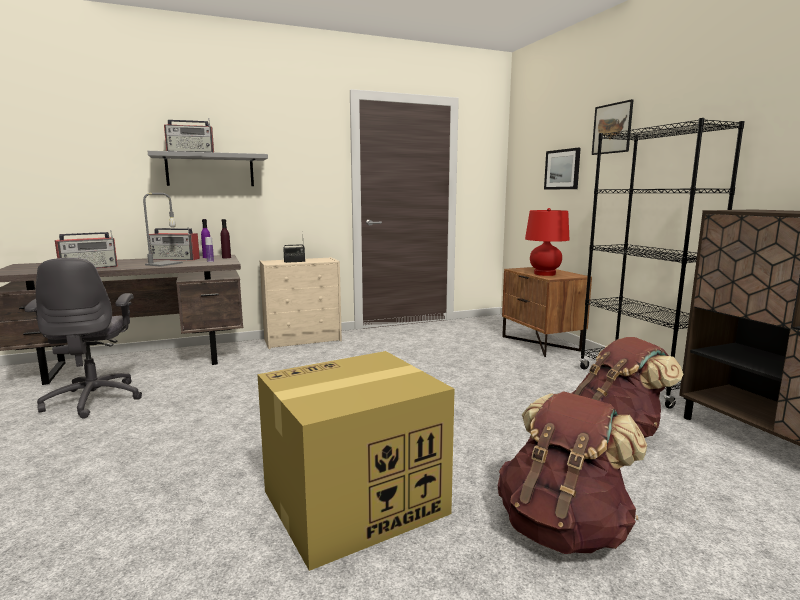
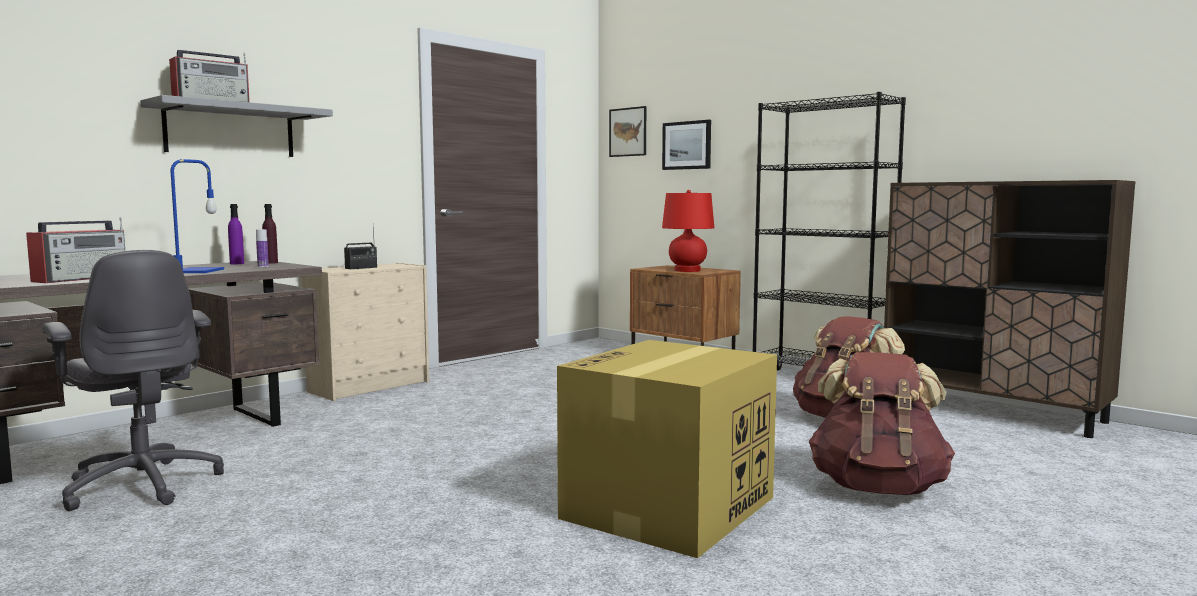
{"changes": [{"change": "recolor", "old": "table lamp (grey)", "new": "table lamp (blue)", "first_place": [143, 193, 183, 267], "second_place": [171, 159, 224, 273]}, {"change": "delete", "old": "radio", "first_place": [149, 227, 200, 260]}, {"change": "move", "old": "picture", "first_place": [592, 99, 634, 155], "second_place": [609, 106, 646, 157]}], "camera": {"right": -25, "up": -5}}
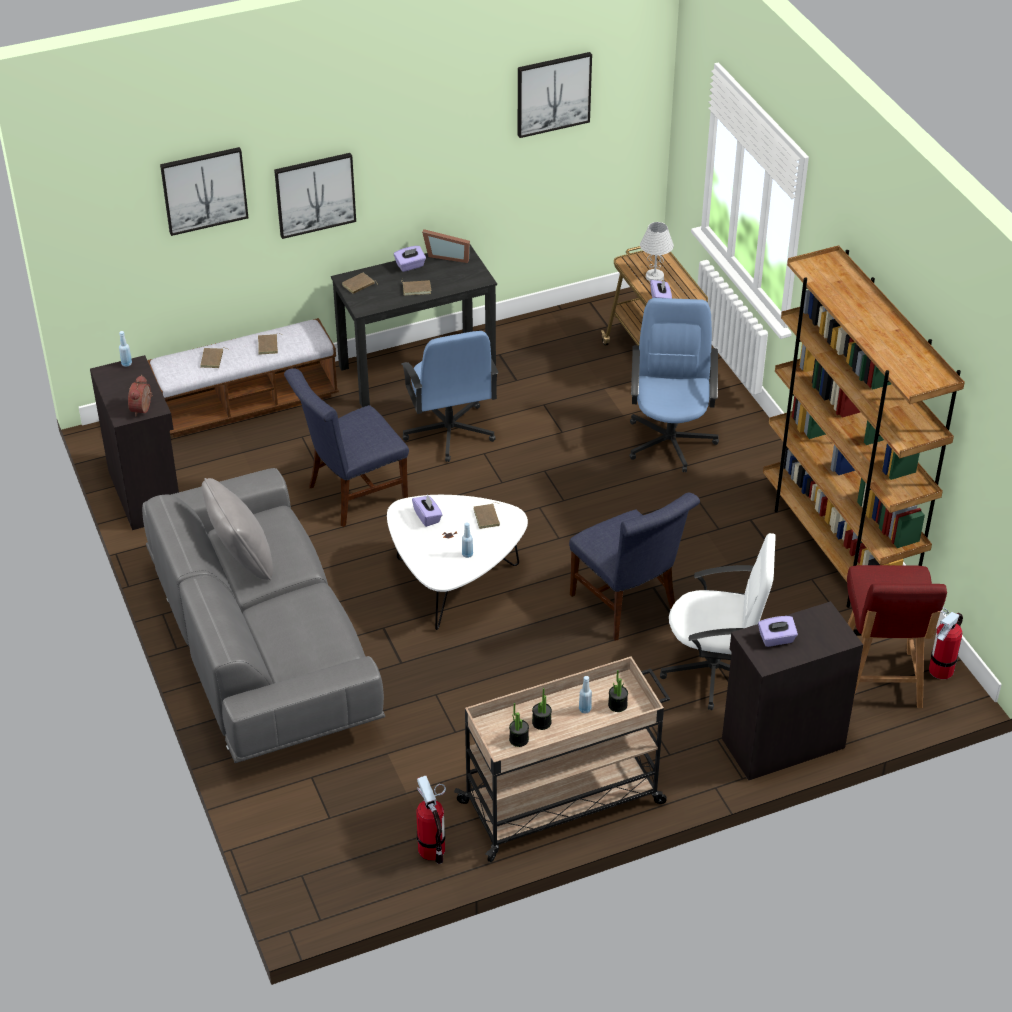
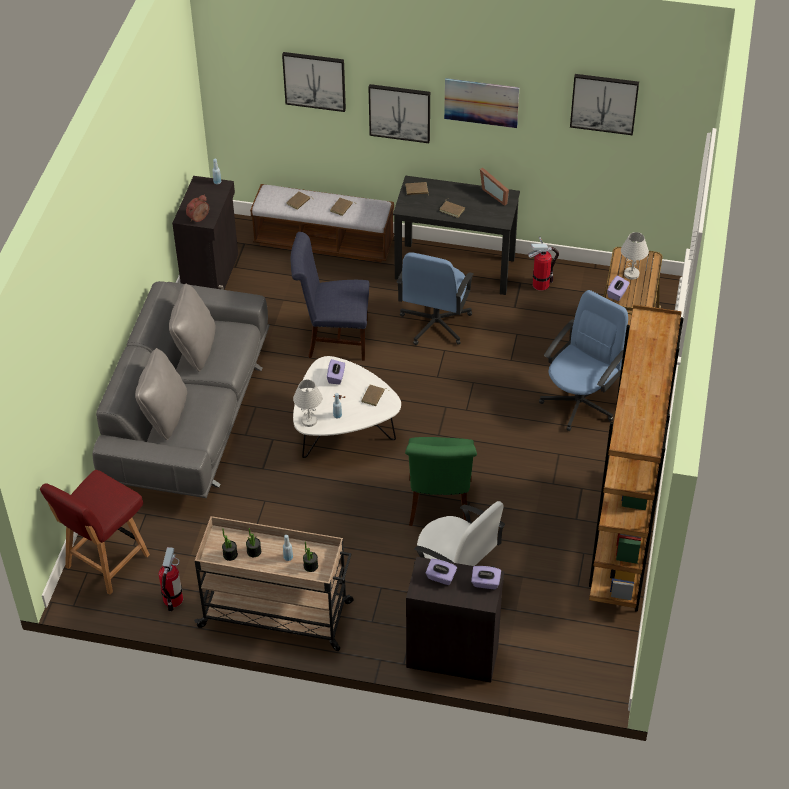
{"changes": [{"change": "move", "old": "tissue box (purple)", "first_place": [394, 246, 426, 272], "second_place": [471, 566, 501, 589]}, {"change": "recolor", "old": "chair (blue)", "new": "chair (green)", "first_place": [569, 493, 700, 641], "second_place": [405, 437, 477, 526]}, {"change": "move", "old": "chair (red)", "first_place": [847, 565, 947, 708], "second_place": [40, 470, 150, 595]}, {"change": "move", "old": "fire extinguisher", "first_place": [929, 607, 963, 679], "second_place": [528, 237, 559, 291]}, {"change": "insert", "new": "pillow (grey)", "second_place": [135, 348, 187, 440]}, {"change": "insert", "new": "table lamp (white)", "second_place": [293, 380, 323, 427]}, {"change": "insert", "new": "picture", "second_place": [444, 78, 520, 128]}], "camera": {"right": 35, "up": 5}}
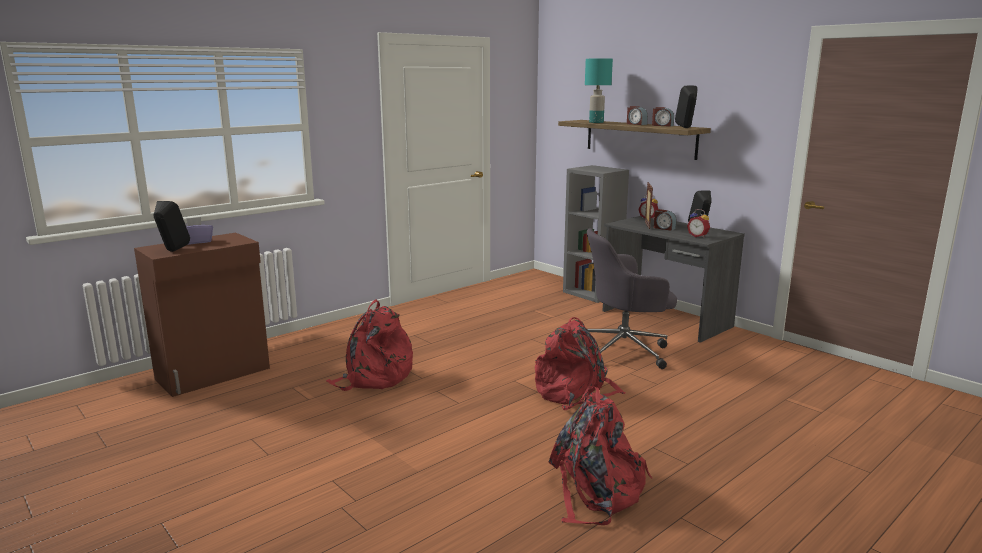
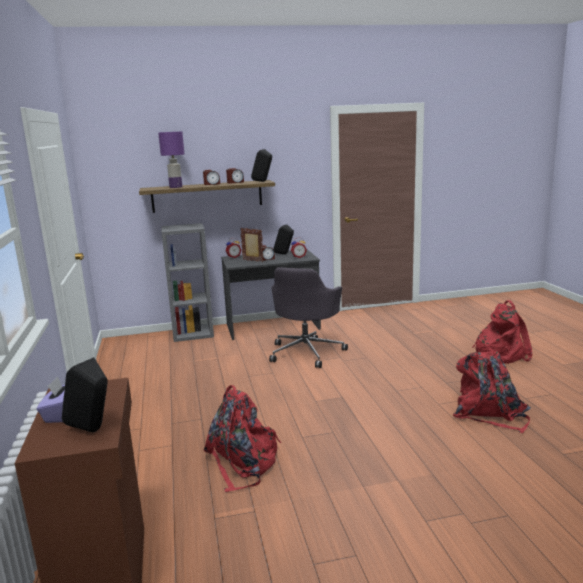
{"changes": [{"change": "move", "old": "backpack (red)", "first_place": [535, 317, 625, 410], "second_place": [473, 300, 533, 364]}, {"change": "recolor", "old": "table lamp (turquoise)", "new": "table lamp (purple)", "first_place": [585, 58, 613, 123], "second_place": [158, 131, 184, 188]}], "camera": {"right": -60, "up": 0}}
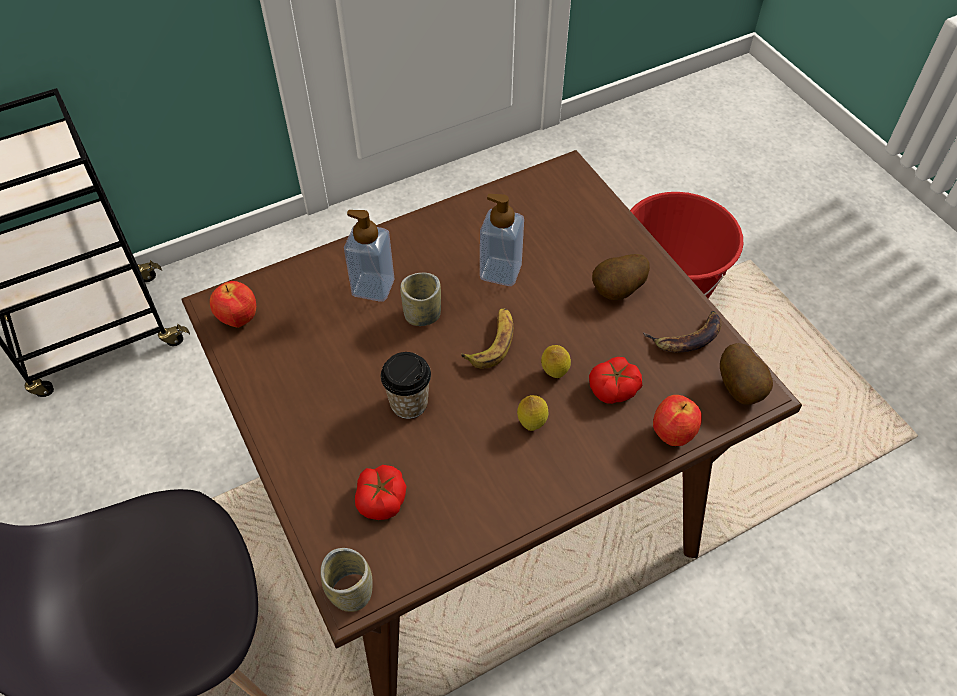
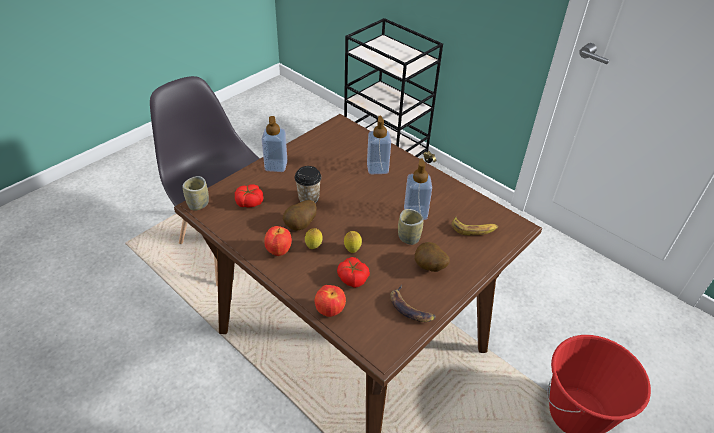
{"changes": [{"change": "move", "old": "apple", "first_place": [210, 281, 256, 328], "second_place": [264, 226, 292, 256]}, {"change": "move", "old": "cup", "first_place": [400, 273, 441, 326], "second_place": [398, 209, 423, 245]}, {"change": "move", "old": "banana", "first_place": [461, 308, 513, 369], "second_place": [452, 216, 498, 235]}, {"change": "move", "old": "potato", "first_place": [720, 343, 773, 405], "second_place": [283, 200, 316, 231]}, {"change": "insert", "new": "soap dispenser", "second_place": [261, 116, 287, 172]}], "camera": {"right": 70, "up": -10}}
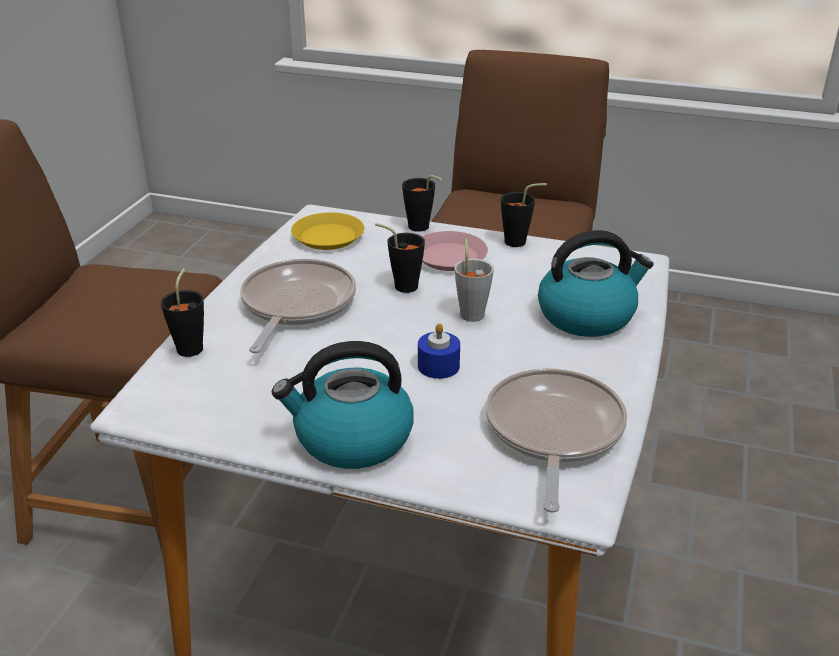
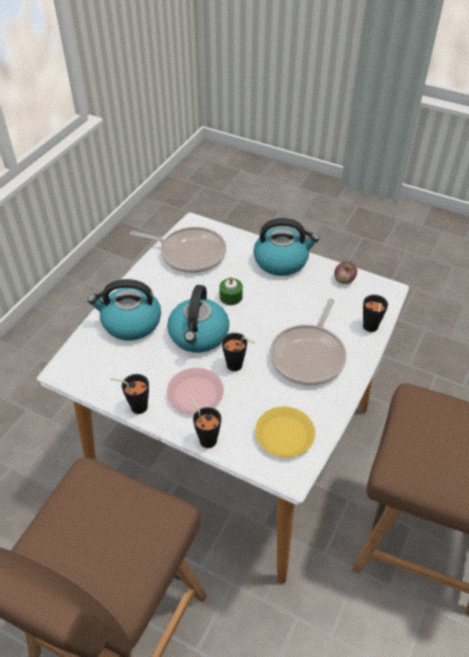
{"changes": [{"change": "recolor", "old": "candle (blue)", "new": "candle (green)", "first_place": [418, 323, 460, 379], "second_place": [219, 277, 243, 305]}, {"change": "replace", "old": "cup (grey)", "new": "kettle", "first_place": [454, 239, 494, 322], "second_place": [167, 285, 229, 353]}, {"change": "rotate", "old": "frying pan", "first_place": [486, 368, 627, 513], "second_place": [130, 227, 226, 273], "degrees": -90}, {"change": "insert", "new": "apple", "second_place": [334, 261, 357, 284]}], "camera": {"right": -170, "up": 15}}
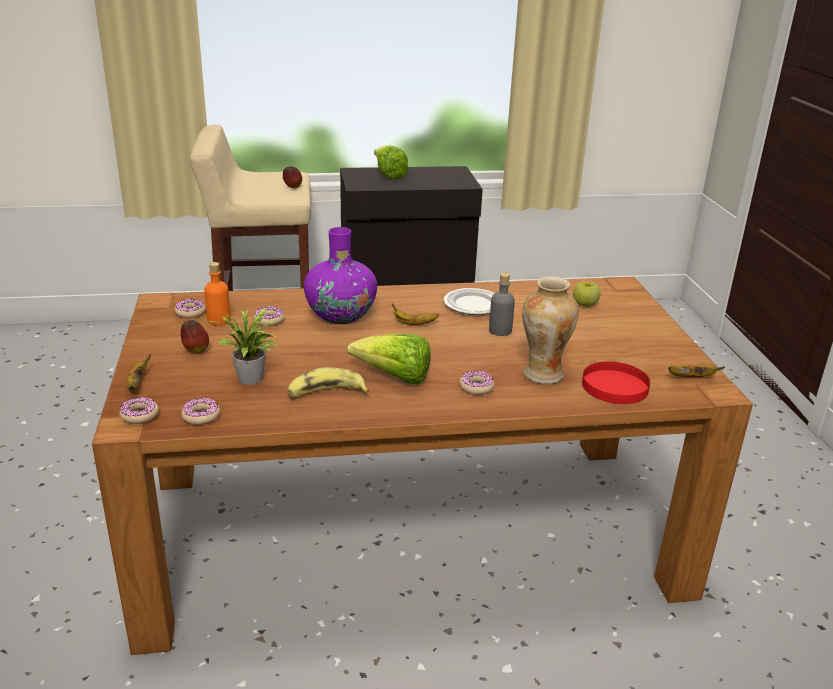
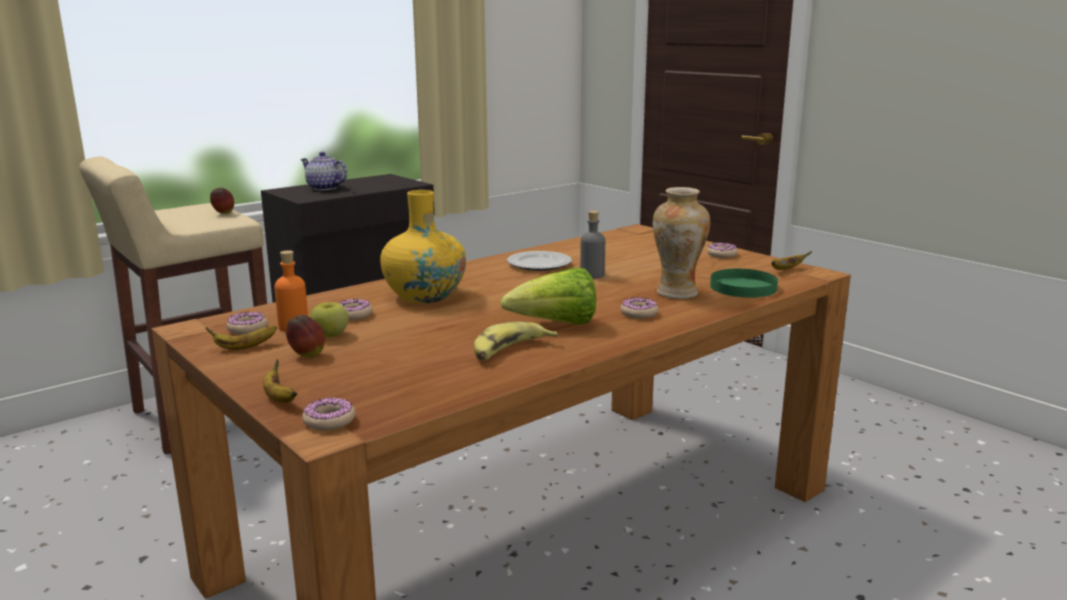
{"changes": [{"change": "move", "old": "donut", "first_place": [181, 397, 220, 425], "second_place": [707, 243, 738, 258]}, {"change": "delete", "old": "potted plant", "first_place": [206, 307, 277, 385]}, {"change": "recolor", "old": "vase (purple)", "new": "vase (yellow)", "first_place": [304, 227, 377, 324], "second_place": [380, 190, 466, 303]}, {"change": "replace", "old": "lettuce", "new": "teapot", "first_place": [374, 145, 408, 180], "second_place": [300, 152, 347, 190]}, {"change": "move", "old": "banana", "first_place": [392, 303, 439, 325], "second_place": [205, 326, 277, 350]}, {"change": "move", "old": "apple", "first_place": [573, 281, 601, 307], "second_place": [310, 302, 349, 337]}, {"change": "recolor", "old": "plate (red)", "new": "plate (green)", "first_place": [582, 362, 650, 404], "second_place": [710, 269, 778, 298]}], "camera": {"right": -30, "up": -10}}
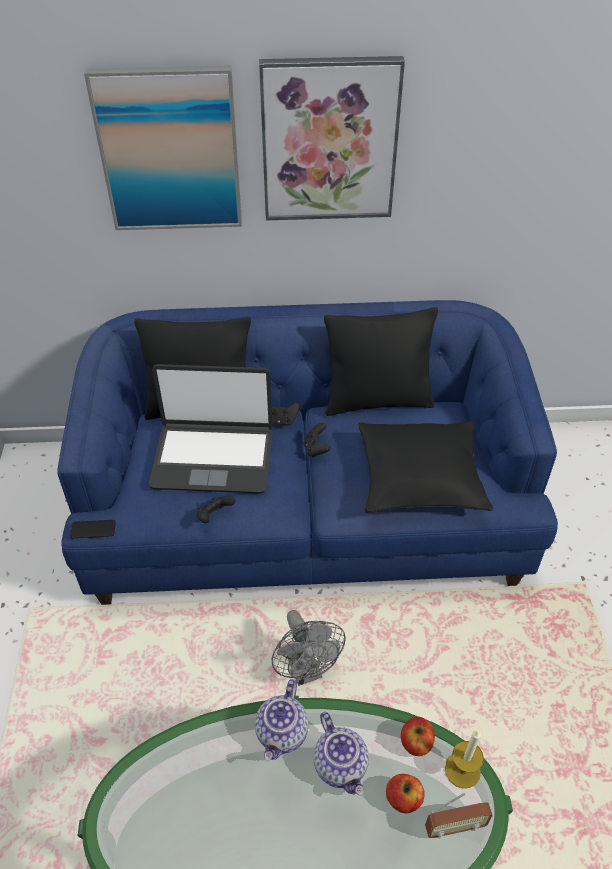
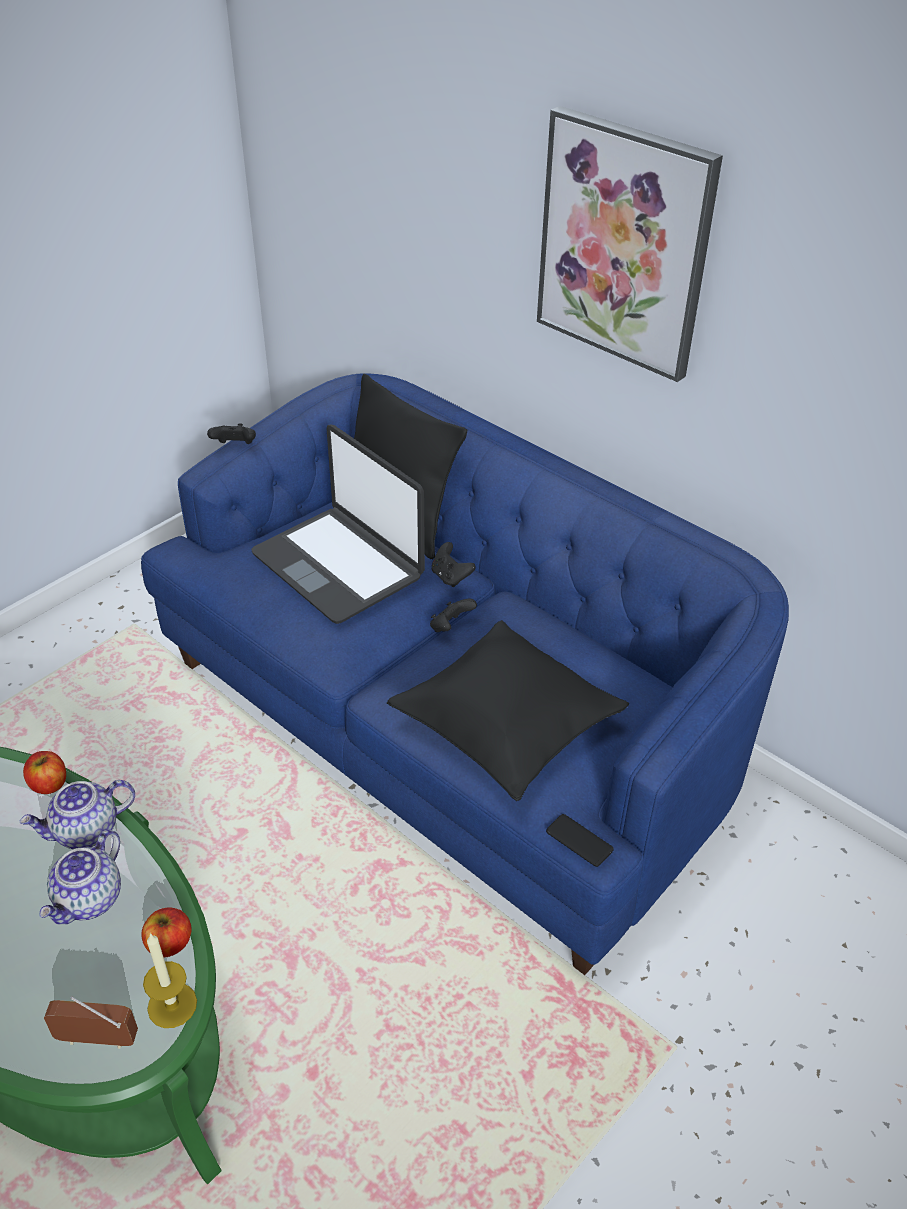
{"changes": [{"change": "move", "old": "phone", "first_place": [70, 520, 116, 538], "second_place": [546, 814, 614, 867]}, {"change": "delete", "old": "picture", "first_place": [84, 66, 242, 230]}, {"change": "move", "old": "game controller (black)", "first_place": [197, 496, 235, 523], "second_place": [207, 423, 256, 444]}, {"change": "delete", "old": "fan (grey)", "first_place": [272, 610, 346, 686]}, {"change": "delete", "old": "pillow (black)", "first_place": [324, 307, 438, 416]}, {"change": "move", "old": "apple", "first_place": [386, 774, 425, 813], "second_place": [23, 751, 66, 794]}, {"change": "rotate", "old": "radio", "first_place": [425, 793, 493, 839], "second_place": [44, 996, 138, 1049], "degrees": 150}], "camera": {"right": 45, "up": -5}}
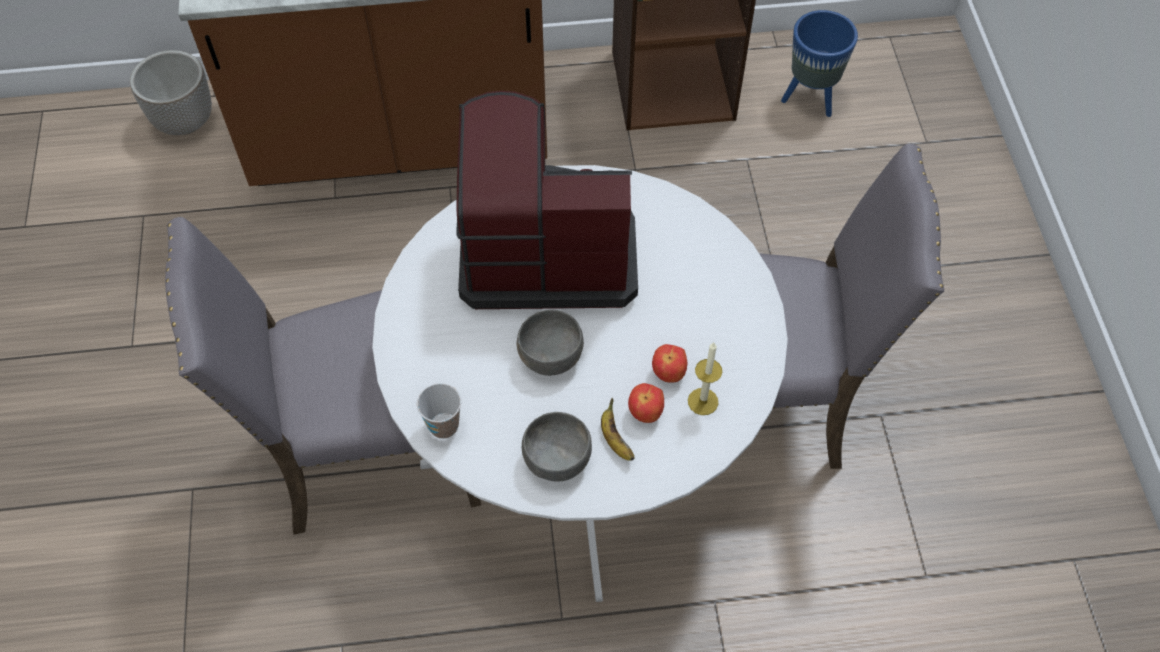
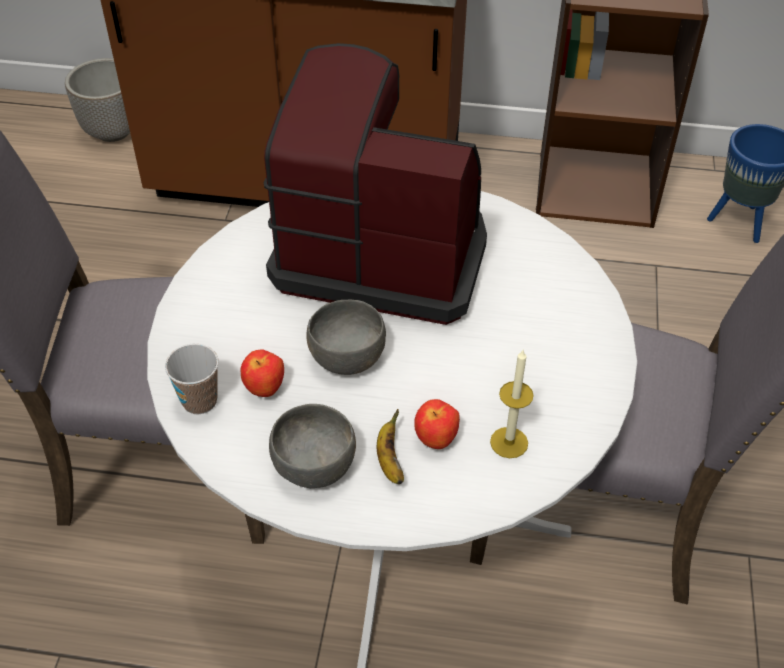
{"changes": [{"change": "move", "old": "apple", "first_place": [652, 344, 687, 383], "second_place": [241, 349, 284, 397]}], "camera": {"right": 15, "up": -10}}
